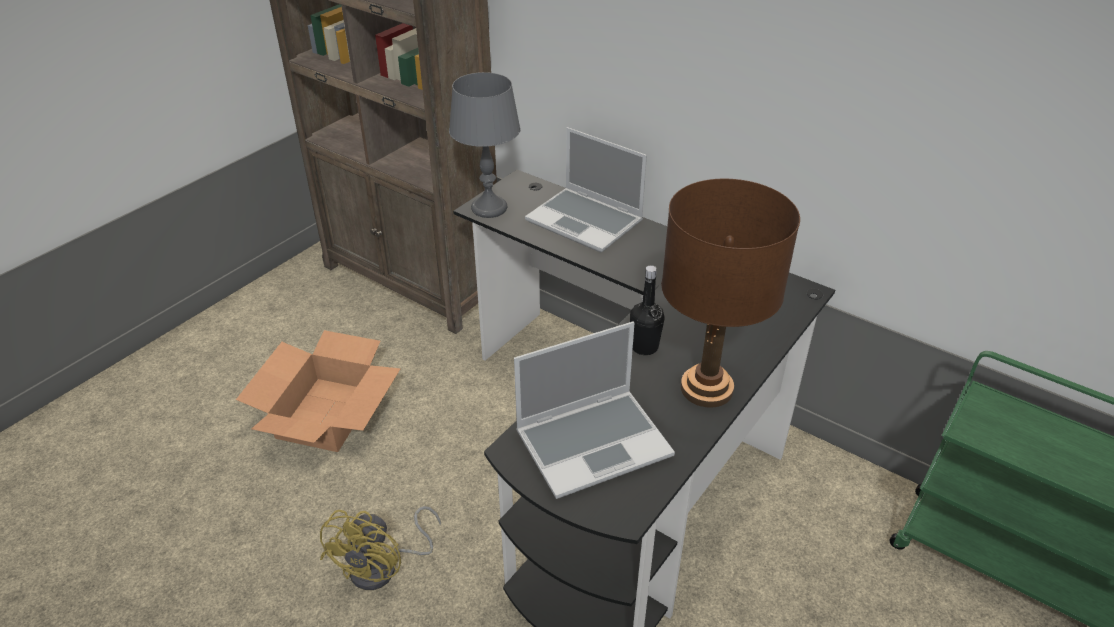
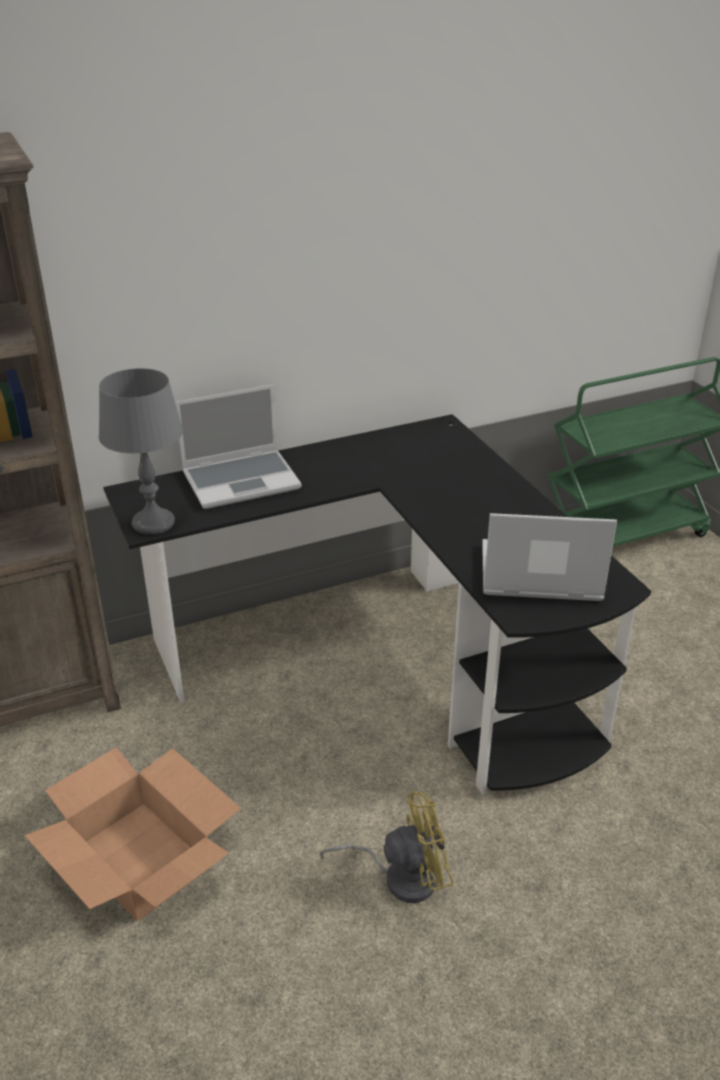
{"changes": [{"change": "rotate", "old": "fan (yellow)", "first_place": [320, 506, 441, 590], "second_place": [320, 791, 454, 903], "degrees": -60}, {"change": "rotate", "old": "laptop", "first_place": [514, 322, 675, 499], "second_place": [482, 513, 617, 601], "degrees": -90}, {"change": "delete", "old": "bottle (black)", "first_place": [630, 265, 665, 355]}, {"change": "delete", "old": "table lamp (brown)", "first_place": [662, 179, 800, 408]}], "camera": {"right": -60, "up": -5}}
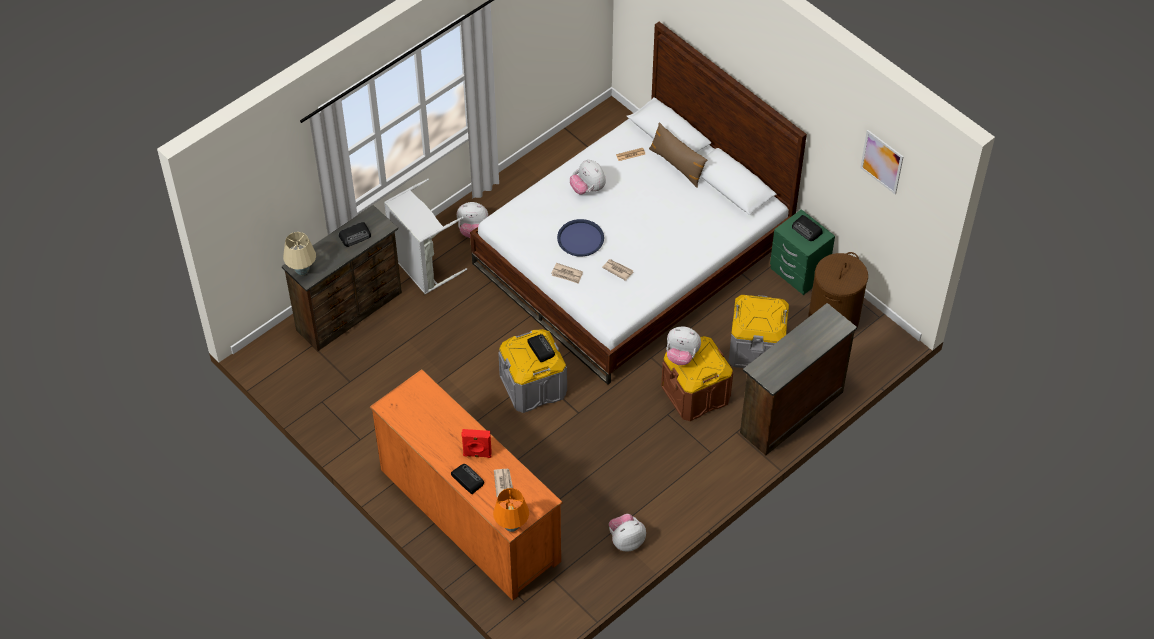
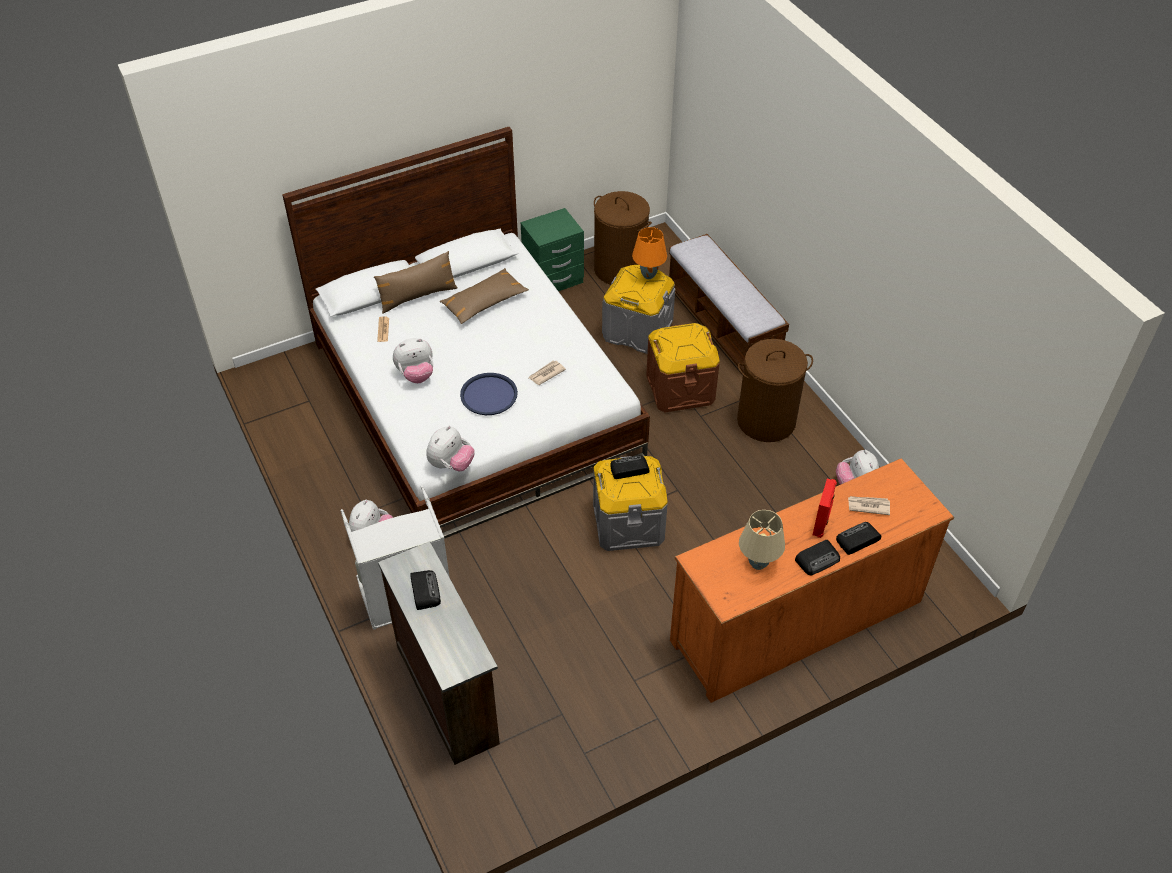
{"changes": [{"change": "move", "old": "table lamp (beige)", "first_place": [283, 232, 316, 275], "second_place": [739, 510, 785, 570]}, {"change": "move", "old": "table lamp (orange)", "first_place": [493, 488, 529, 532], "second_place": [632, 227, 667, 279]}, {"change": "delete", "old": "newspaper", "first_place": [551, 263, 583, 284]}, {"change": "move", "old": "plush toy", "first_place": [666, 326, 701, 365], "second_place": [427, 426, 475, 471]}, {"change": "replace", "old": "dresser (brown)", "new": "bench", "first_place": [740, 303, 857, 455], "second_place": [669, 234, 789, 372]}, {"change": "move", "old": "radio", "first_place": [792, 215, 823, 241], "second_place": [795, 540, 840, 575]}, {"change": "delete", "old": "picture", "first_place": [860, 130, 904, 194]}, {"change": "insert", "new": "pillow (brown)", "second_place": [440, 268, 529, 324]}, {"change": "insert", "new": "laundry basket (brown)", "second_place": [737, 339, 813, 442]}], "camera": {"right": -75, "up": -5}}
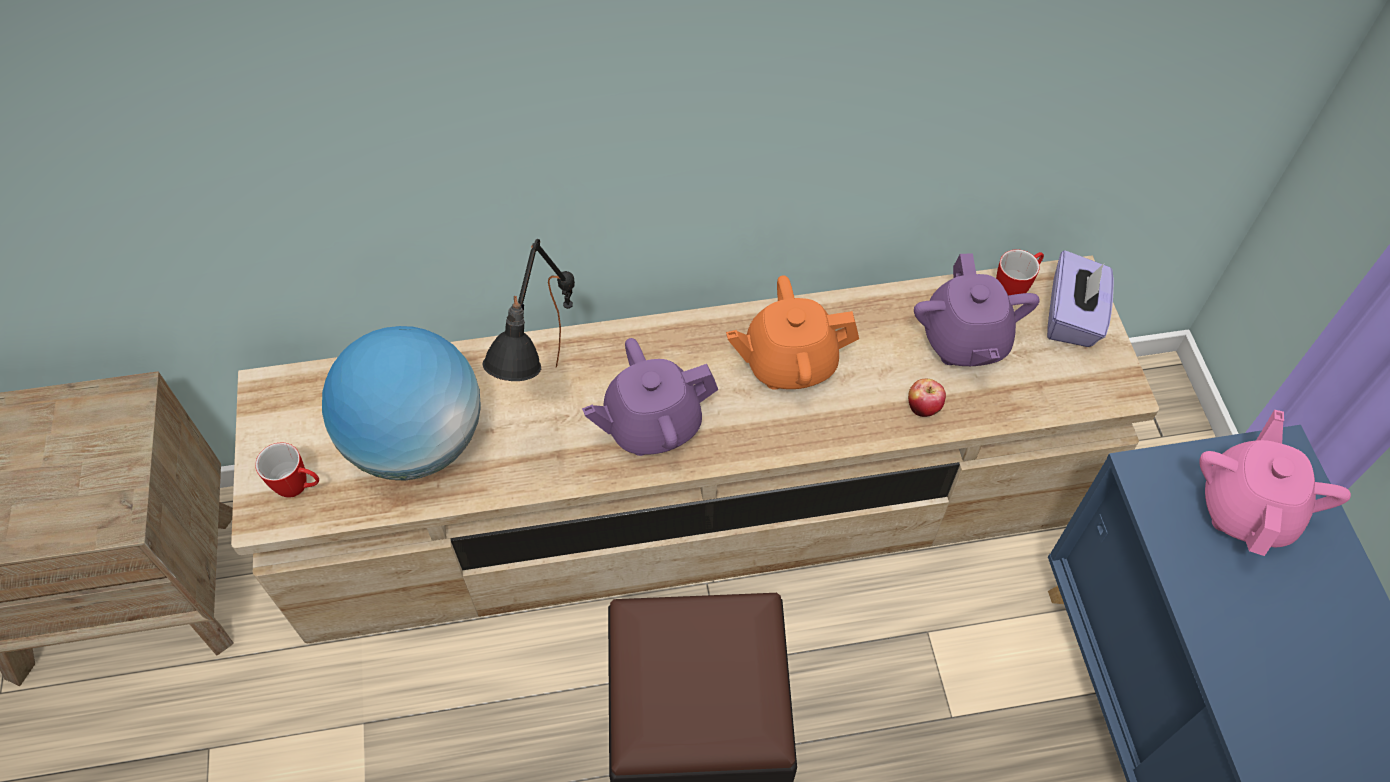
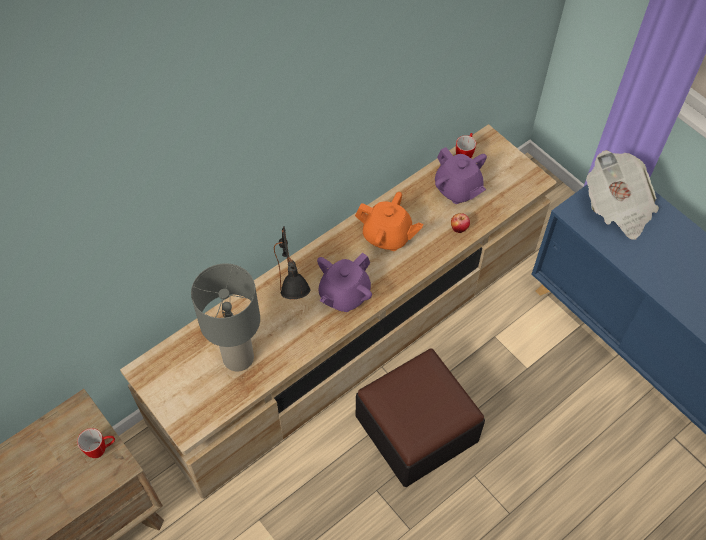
{"changes": [{"change": "move", "old": "mug", "first_place": [255, 443, 319, 498], "second_place": [77, 428, 115, 458]}, {"change": "replace", "old": "globe", "new": "table lamp (grey)", "first_place": [322, 326, 480, 481], "second_place": [191, 263, 260, 372]}, {"change": "rotate", "old": "teapot (orange)", "first_place": [726, 276, 859, 390], "second_place": [355, 192, 423, 251], "degrees": -120}, {"change": "delete", "old": "tissue box (purple)", "first_place": [1047, 250, 1114, 347]}, {"change": "replace", "old": "teapot (pink)", "new": "newspaper", "first_place": [1199, 410, 1351, 556], "second_place": [586, 150, 659, 240]}], "camera": {"right": -30, "up": 0}}
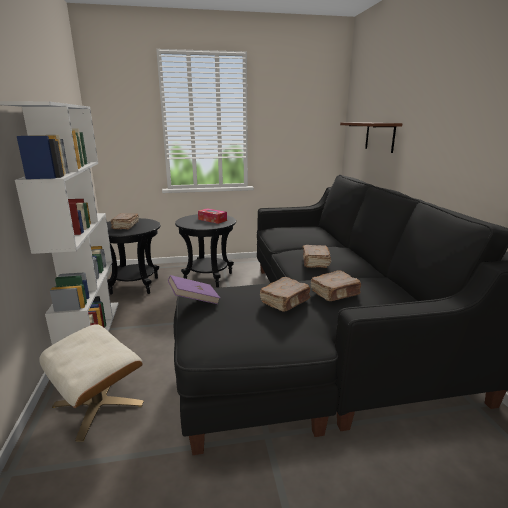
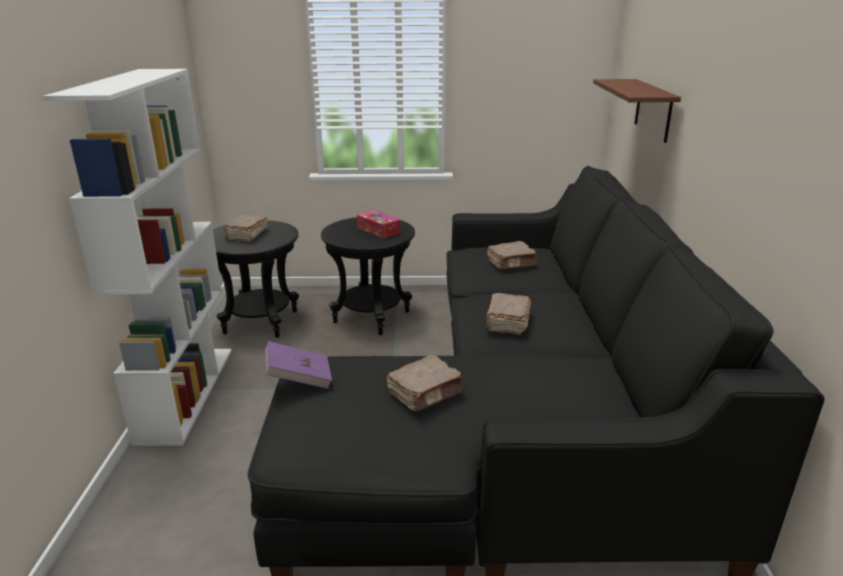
{"changes": [{"change": "delete", "old": "ottoman (beige)", "first_place": [39, 324, 144, 441]}, {"change": "move", "old": "book (brown)", "first_place": [311, 270, 362, 301], "second_place": [487, 241, 538, 269]}], "camera": {"right": 10, "up": 5}}
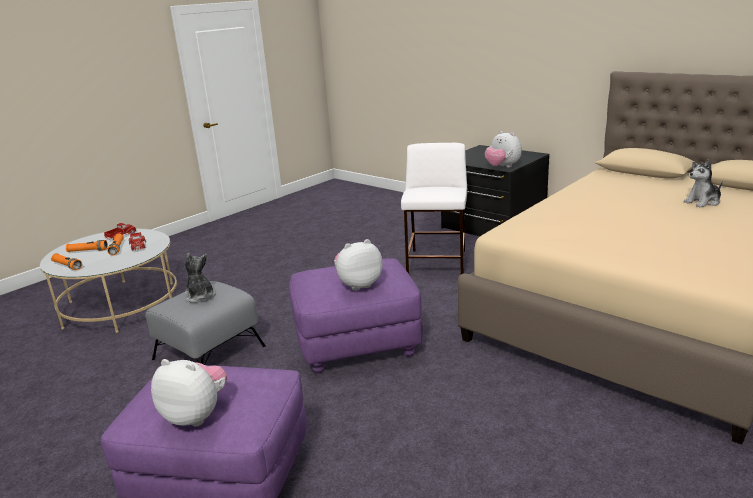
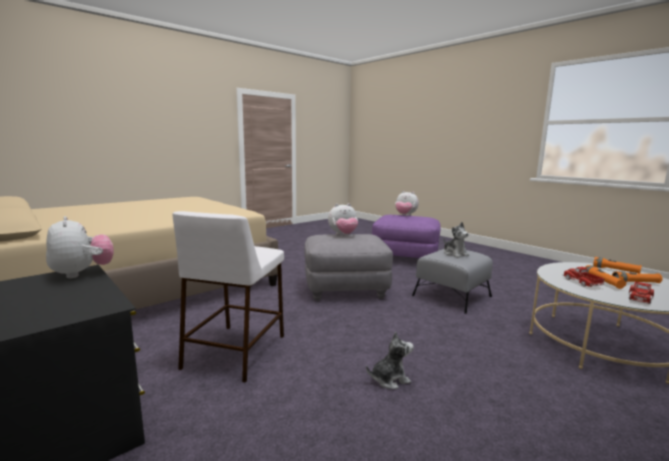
{"changes": [{"change": "recolor", "old": "ottoman (purple)", "new": "ottoman (grey)", "first_place": [289, 258, 423, 374], "second_place": [304, 234, 393, 301]}, {"change": "move", "old": "plush toy", "first_place": [683, 159, 723, 208], "second_place": [366, 332, 414, 389]}], "camera": {"right": -175, "up": -10}}
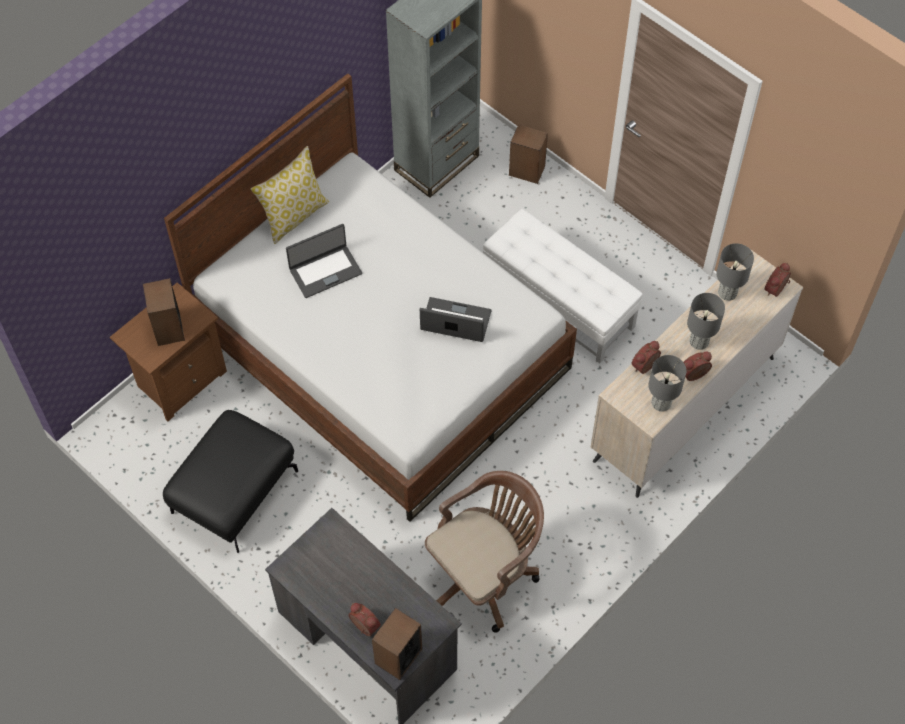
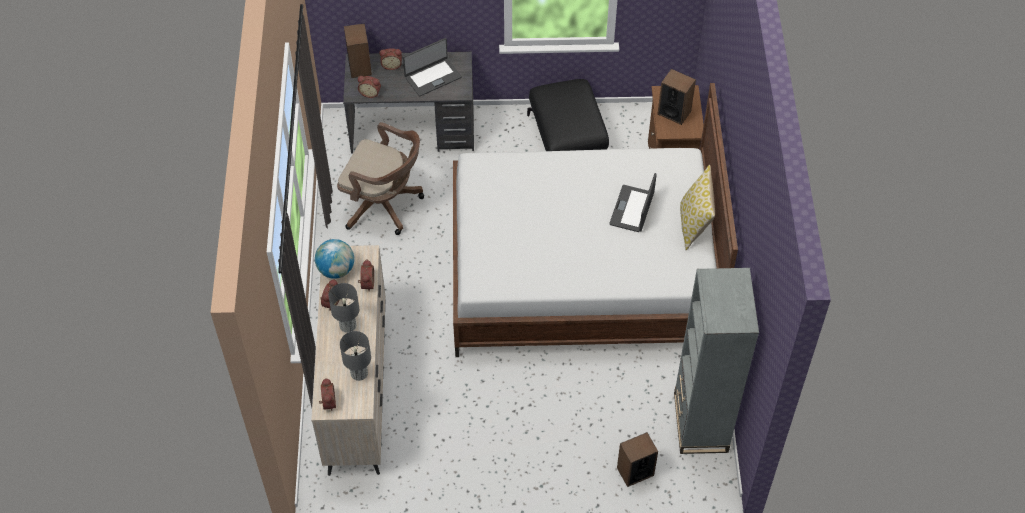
{"changes": [{"change": "move", "old": "laptop", "first_place": [420, 297, 491, 342], "second_place": [403, 38, 462, 97]}, {"change": "rotate", "old": "office chair (brown)", "first_place": [425, 471, 544, 633], "second_place": [337, 122, 424, 235], "degrees": -75}, {"change": "delete", "old": "ottoman (white)", "first_place": [483, 209, 642, 363]}, {"change": "replace", "old": "table lamp (grey)", "new": "globe", "first_place": [649, 355, 686, 412], "second_place": [315, 239, 354, 279]}, {"change": "insert", "new": "alarm clock", "second_place": [358, 76, 381, 98]}], "camera": {"right": 135, "up": -5}}
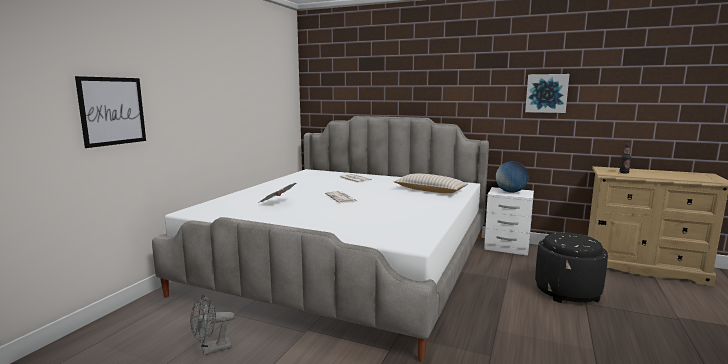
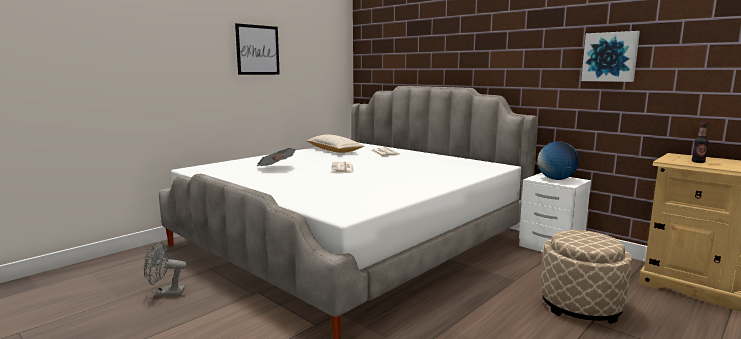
{"changes": [{"change": "move", "old": "picture", "first_place": [75, 76, 146, 148], "second_place": [235, 23, 280, 75]}, {"change": "move", "old": "pillow (beige)", "first_place": [394, 173, 468, 193], "second_place": [306, 134, 364, 153]}, {"change": "recolor", "old": "ottoman (black)", "new": "ottoman (beige)", "first_place": [535, 232, 608, 303], "second_place": [540, 230, 632, 324]}], "camera": {"right": 20, "up": 0}}
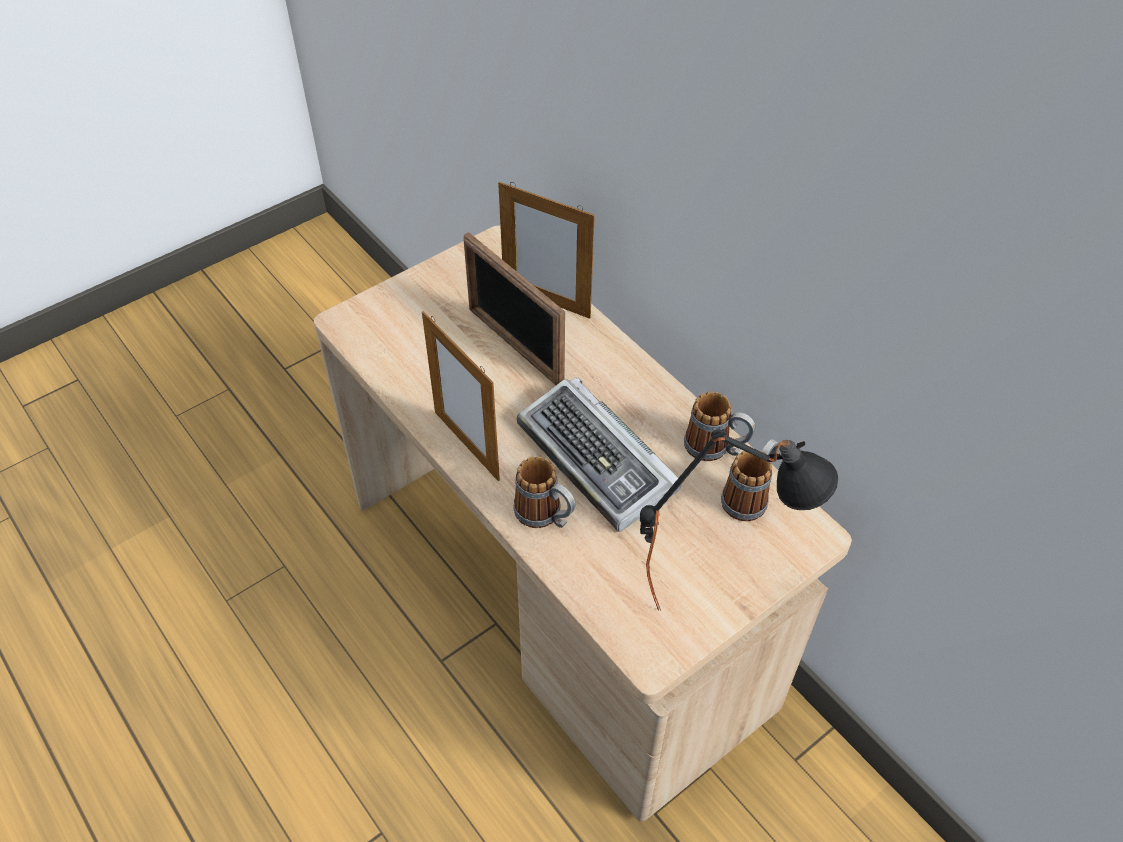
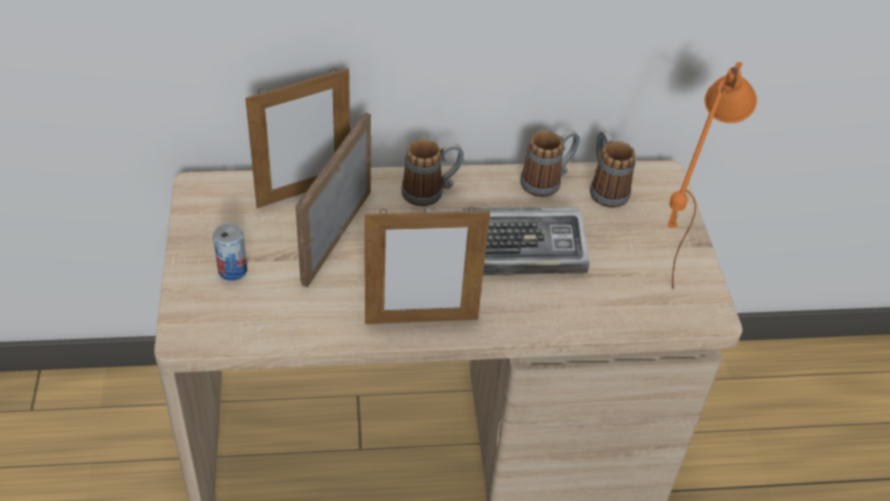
{"changes": [{"change": "rotate", "old": "picture frame", "first_place": [464, 232, 565, 385], "second_place": [296, 112, 371, 287], "degrees": 120}, {"change": "move", "old": "mug", "first_place": [513, 456, 575, 528], "second_place": [401, 139, 464, 206]}, {"change": "recolor", "old": "table lamp (black)", "new": "table lamp (orange)", "first_place": [640, 429, 838, 611], "second_place": [668, 62, 757, 290]}, {"change": "insert", "new": "can", "second_place": [213, 223, 247, 281]}], "camera": {"right": -60, "up": -5}}
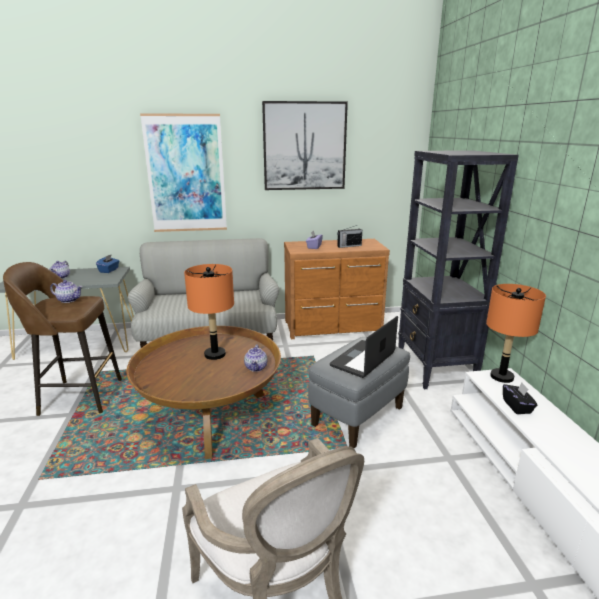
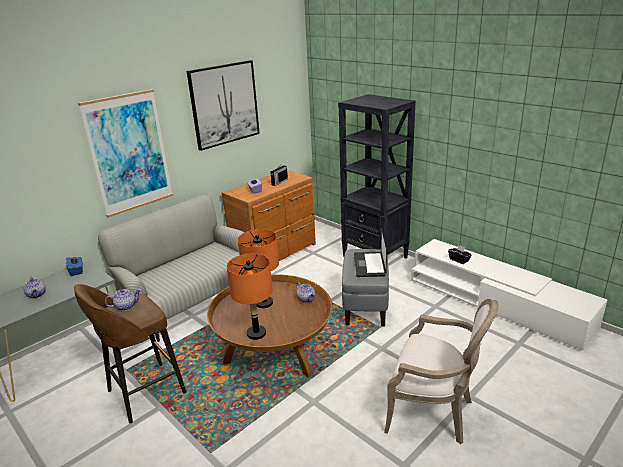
{"changes": [{"change": "move", "old": "table lamp (orange)", "first_place": [486, 284, 546, 383], "second_place": [227, 253, 273, 340]}], "camera": {"right": -35, "up": 5}}
